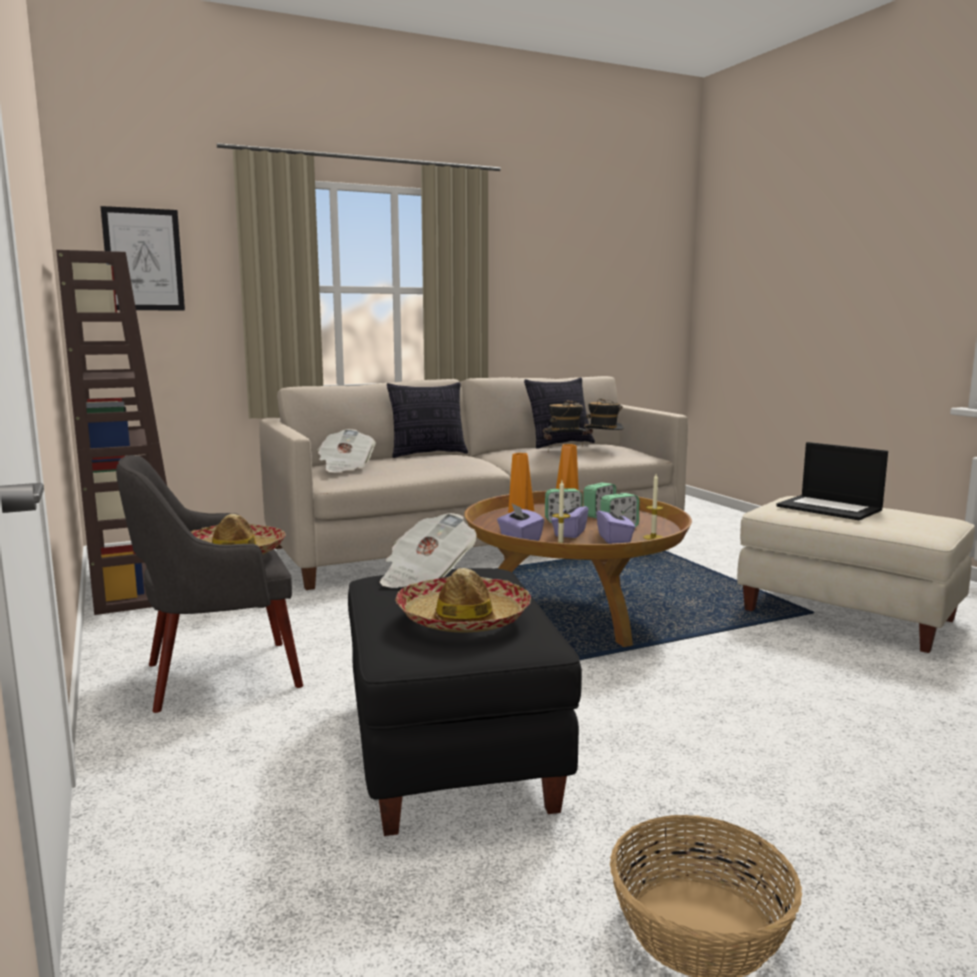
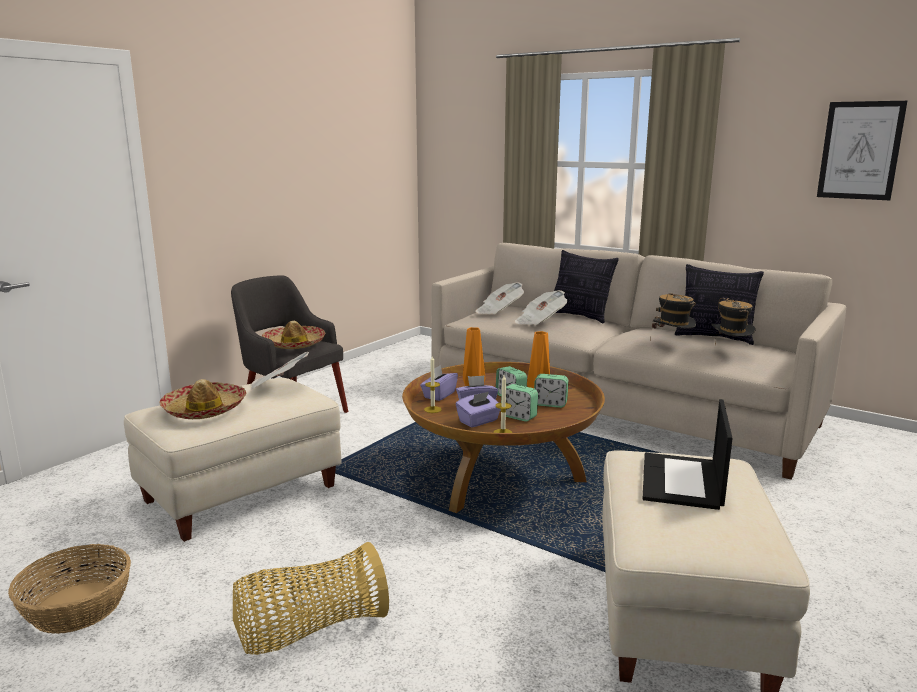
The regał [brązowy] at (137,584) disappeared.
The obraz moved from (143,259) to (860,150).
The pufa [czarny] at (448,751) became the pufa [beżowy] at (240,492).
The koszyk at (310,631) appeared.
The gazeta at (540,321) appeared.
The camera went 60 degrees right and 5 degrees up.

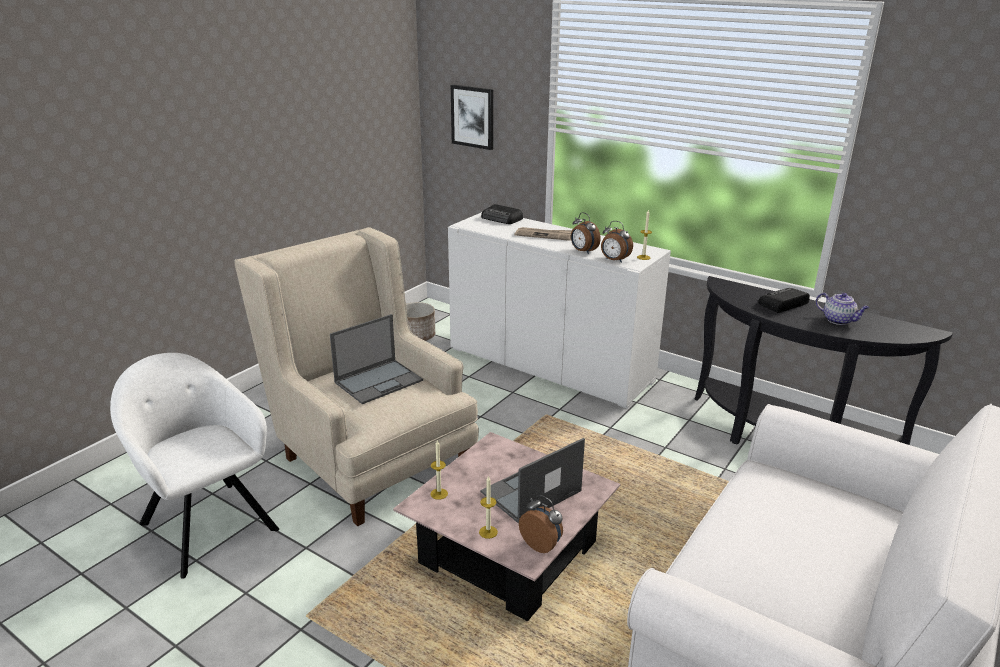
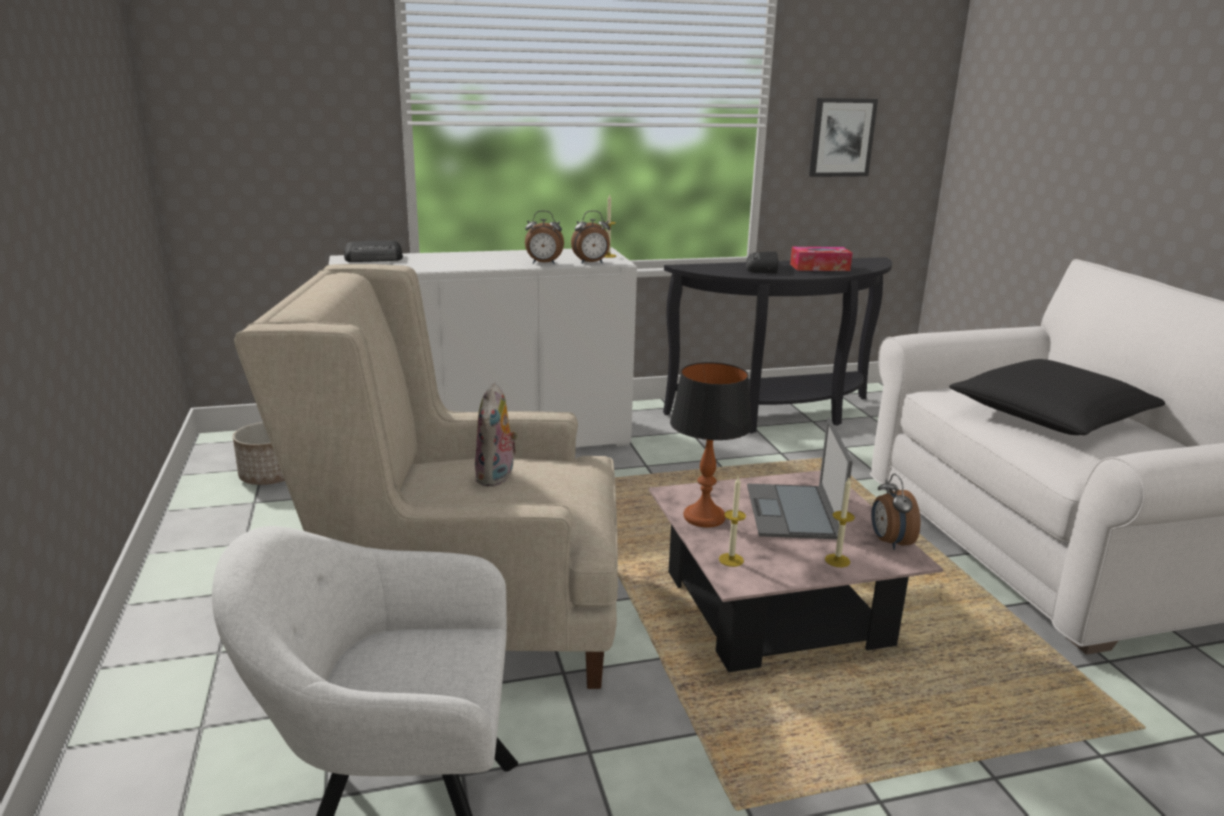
The laptop at (379,381) was replaced by the pluszak at (497,477).
The obraz moved from (473,116) to (842,137).
The gazeta at (545,235) disappeared.
The budzik at (542,544) turned 90 degrees counterclockwise.
The imbryk at (839,320) was replaced by the pudełko chusteczek at (819,267).
The lampa stołowa at (704,517) appeared.
The poduszka [czarny] at (1051,415) appeared.
The camera went 50 degrees left and 5 degrees down.

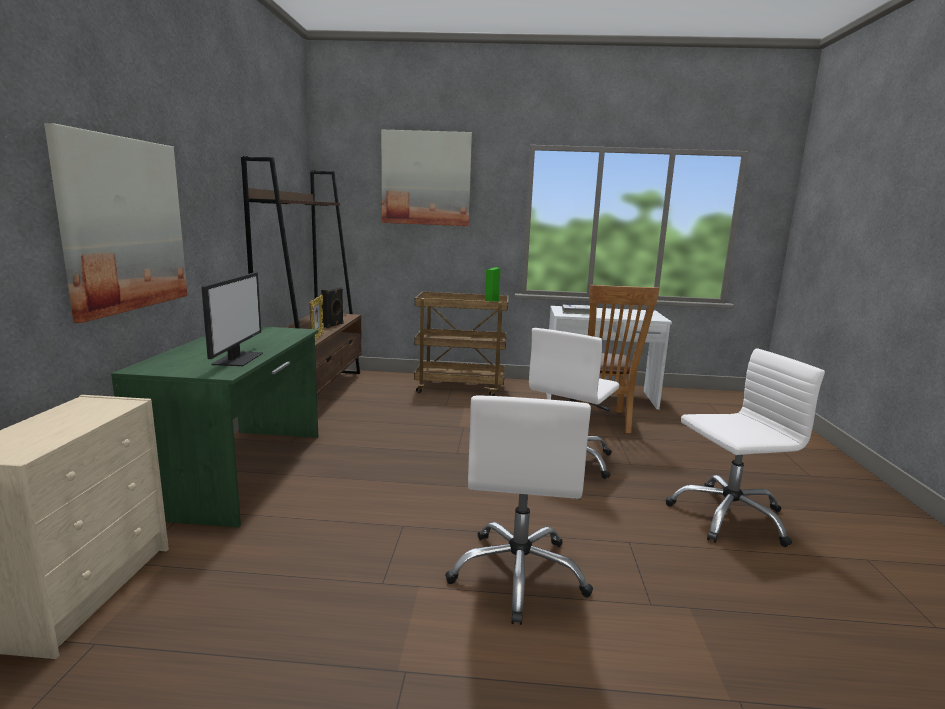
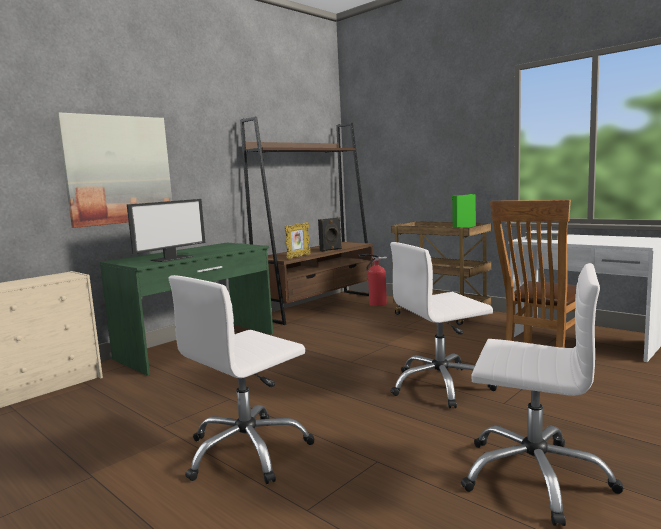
The obraz at (426,178) disappeared.
The gaśnica at (375,304) appeared.
The camera went 40 degrees right and 5 degrees down.

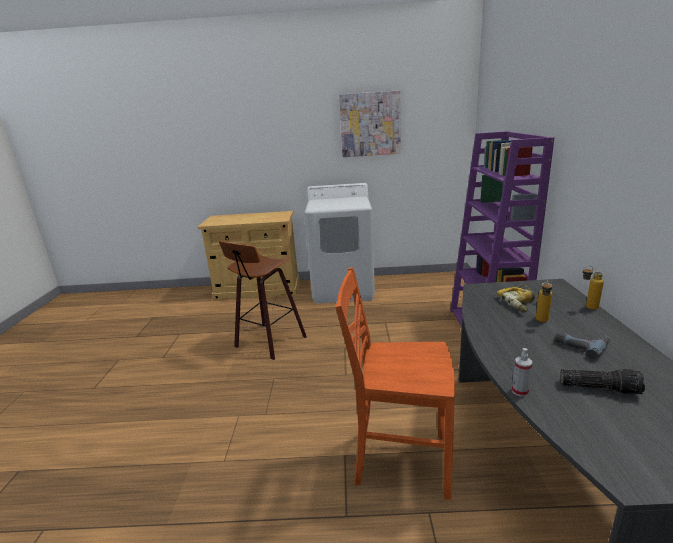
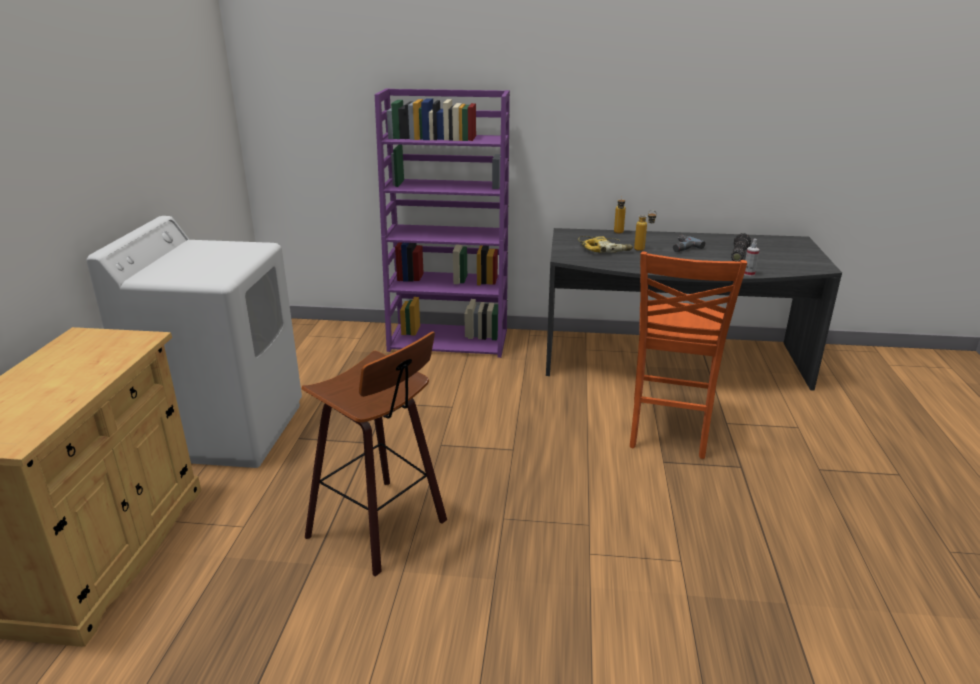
The obraz at (370,124) disappeared.
The camera went 85 degrees left and 5 degrees up.

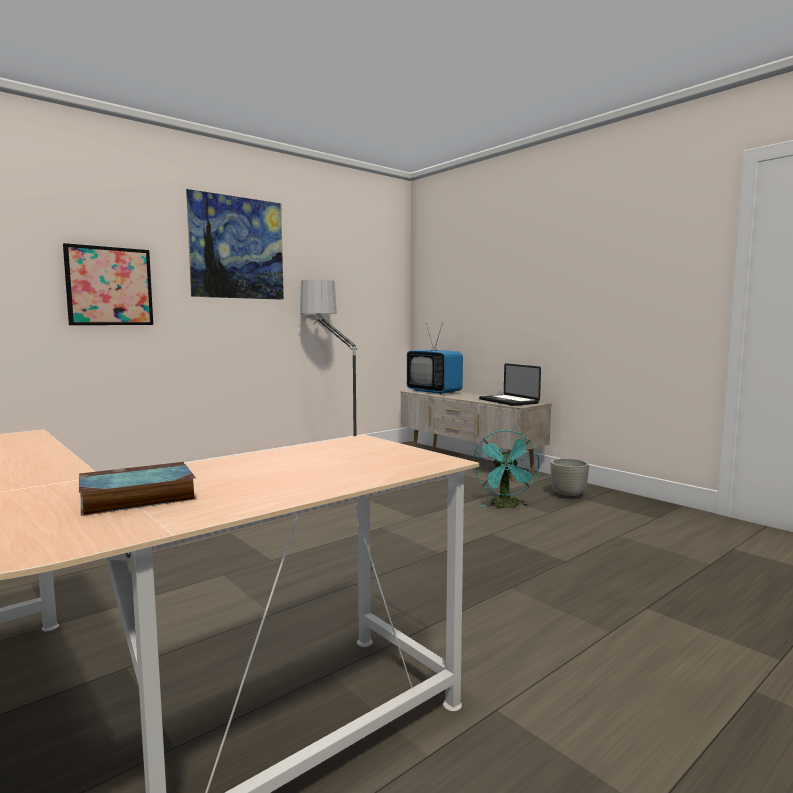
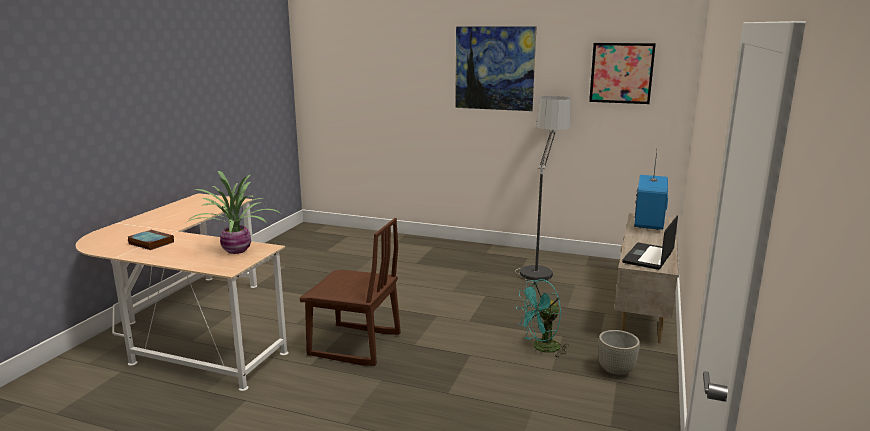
The obraz moved from (109,286) to (621,73).
The roślina doniczkowa at (236,251) appeared.
The krzesło [brązowy] at (354,345) appeared.
The camera went 60 degrees right and 10 degrees up.

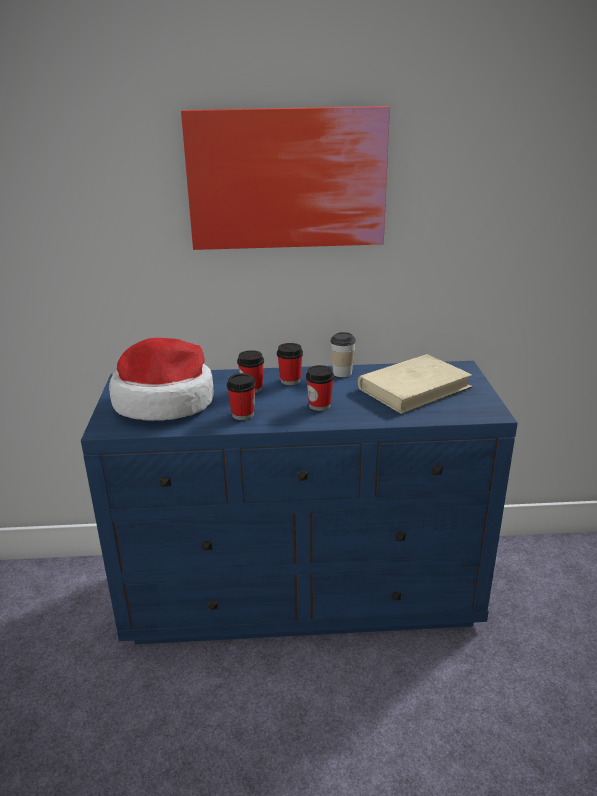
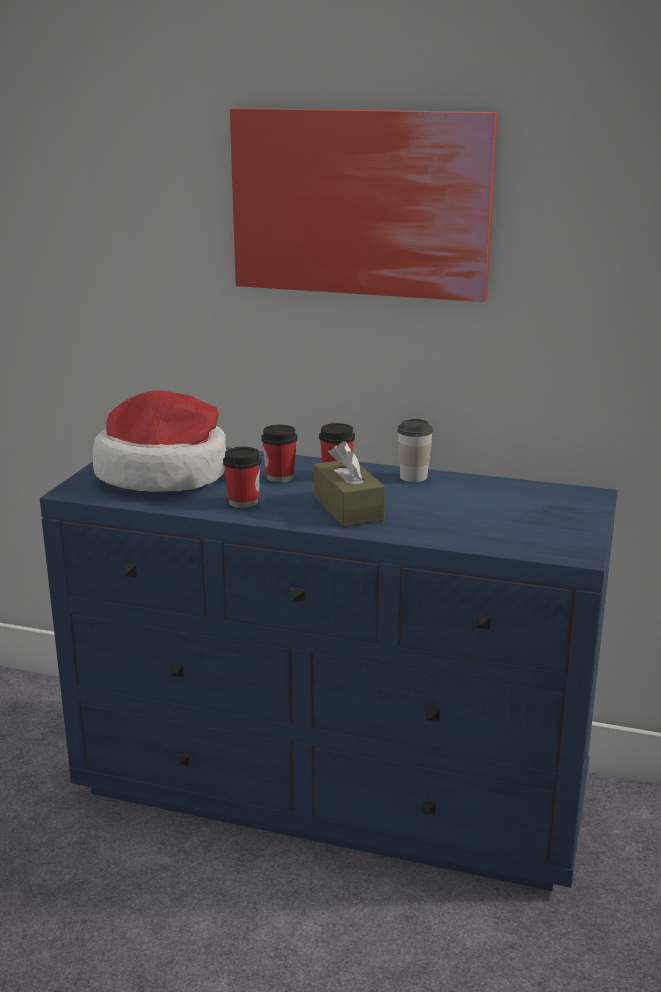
The filiżanka at (319,405) was replaced by the pudełko chusteczek [brązowy] at (348,508).
The książka [beżowy] at (414,388) disappeared.
The camera went 20 degrees right and 5 degrees down.

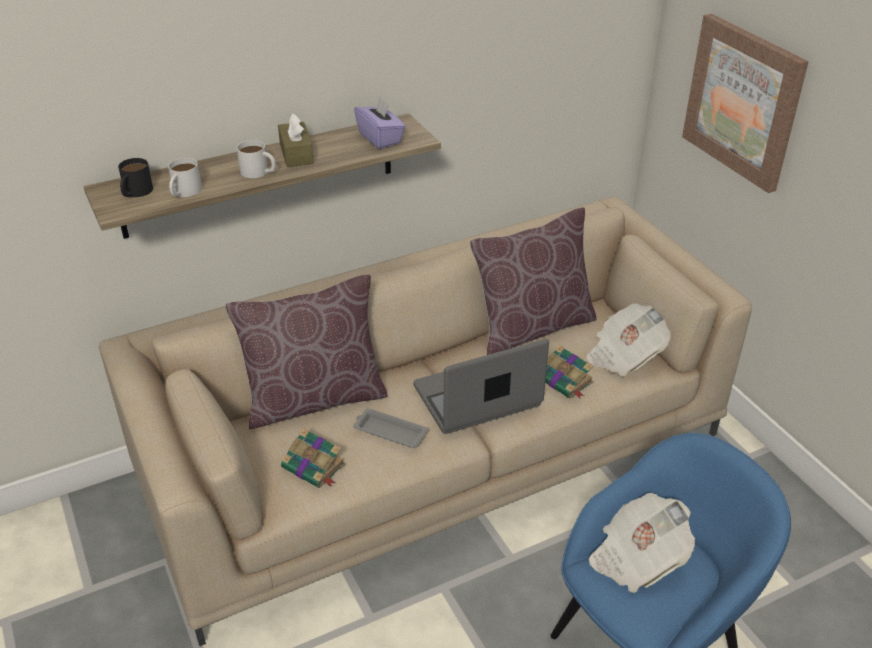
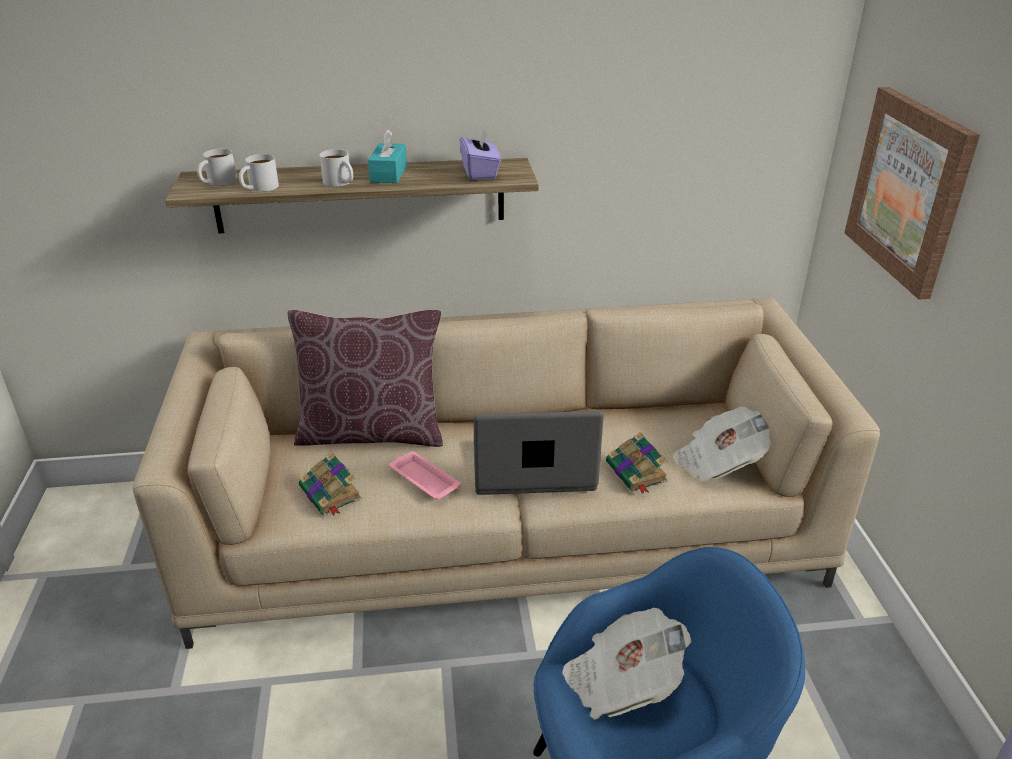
The kubek [czarny] at (135,193) became the kubek [biały] at (217,182).
The pudełko chusteczek [brązowy] at (296,154) became the pudełko chusteczek [turkusowy] at (388,173).
The taca [szary] at (389,432) became the taca [różowy] at (423,479).
The poduszka [brązowy] at (532,327) disappeared.
The camera went 20 degrees right and 5 degrees down.

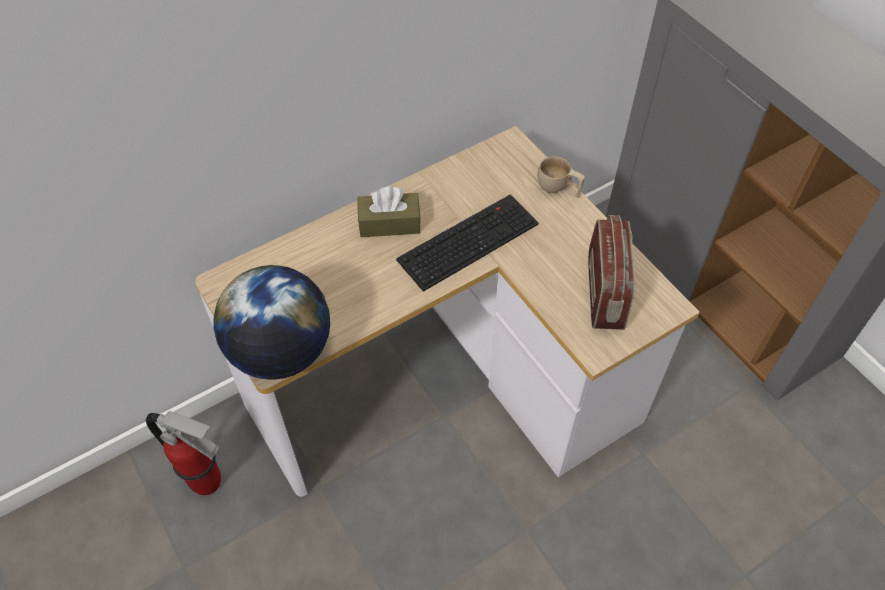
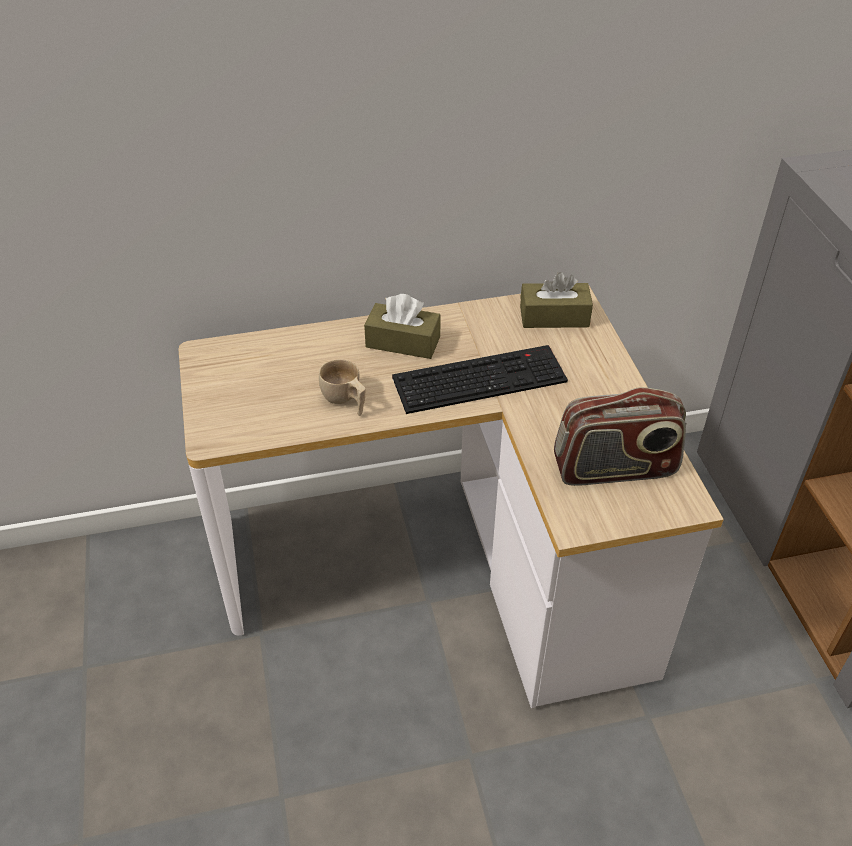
The gaśnica at (207,482) disappeared.
The globus at (281,352) disappeared.
The filiżanka [beżowy] moved from (558,189) to (345,401).
The radio at (605,293) turned 60 degrees clockwise.
The pudełko chusteczek [brązowy] at (554,316) appeared.
The camera went 20 degrees right and 10 degrees down.

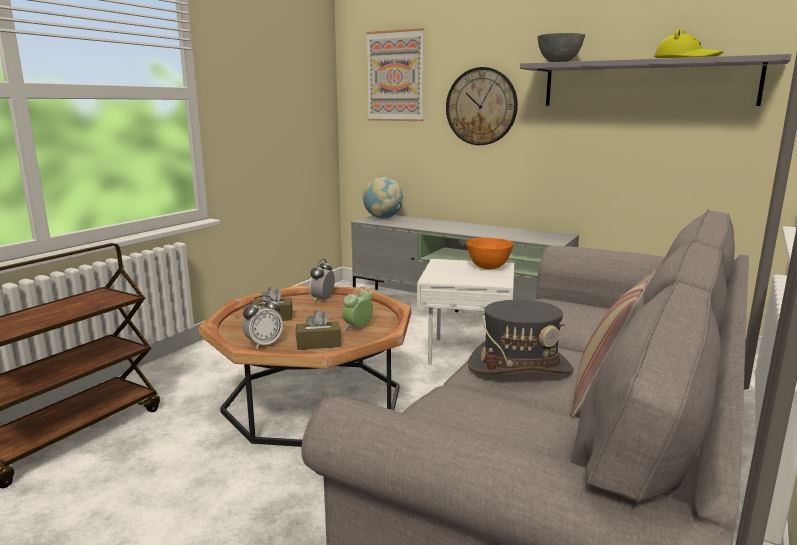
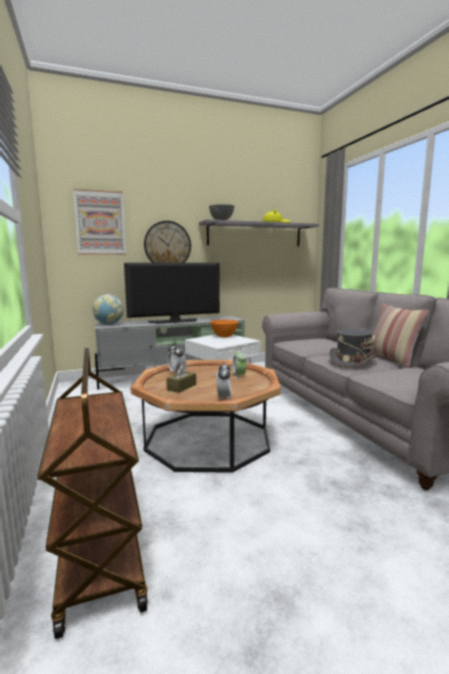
The pudełko chusteczek [brązowy] at (318,344) disappeared.
The telewizor at (175,321) appeared.
The camera went 50 degrees left and 5 degrees down.

